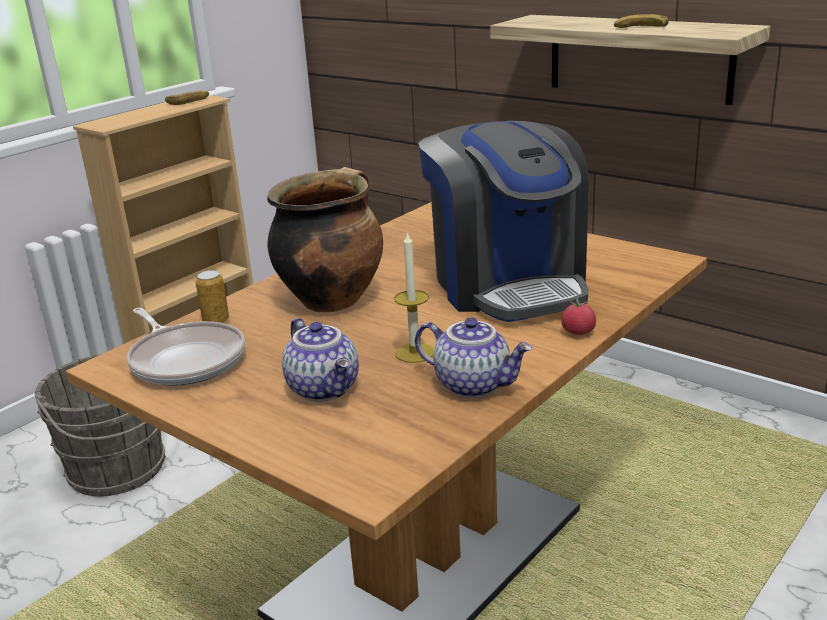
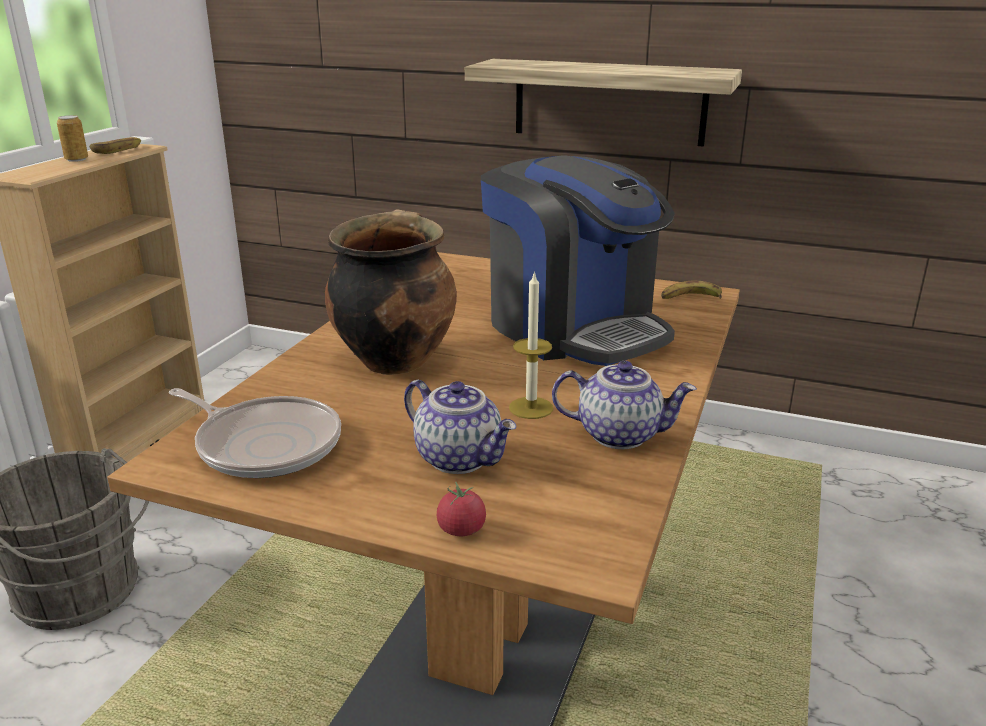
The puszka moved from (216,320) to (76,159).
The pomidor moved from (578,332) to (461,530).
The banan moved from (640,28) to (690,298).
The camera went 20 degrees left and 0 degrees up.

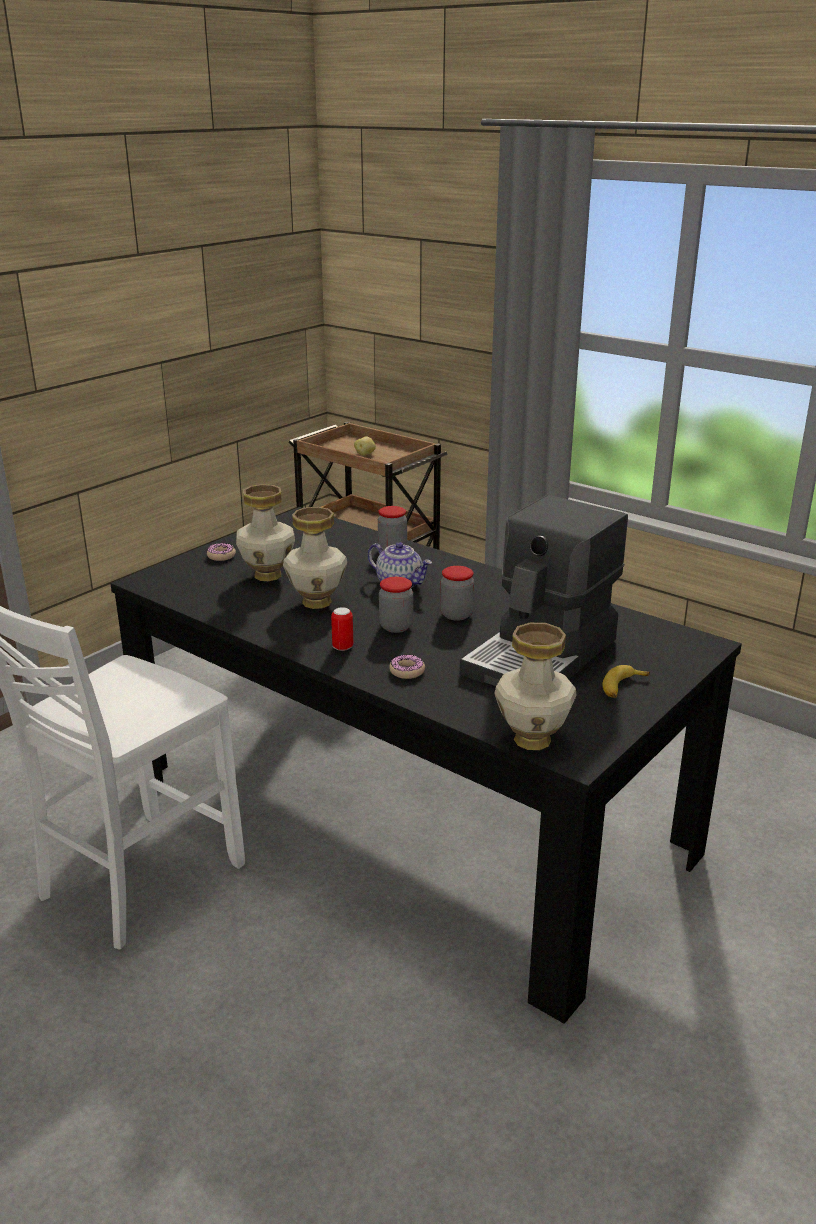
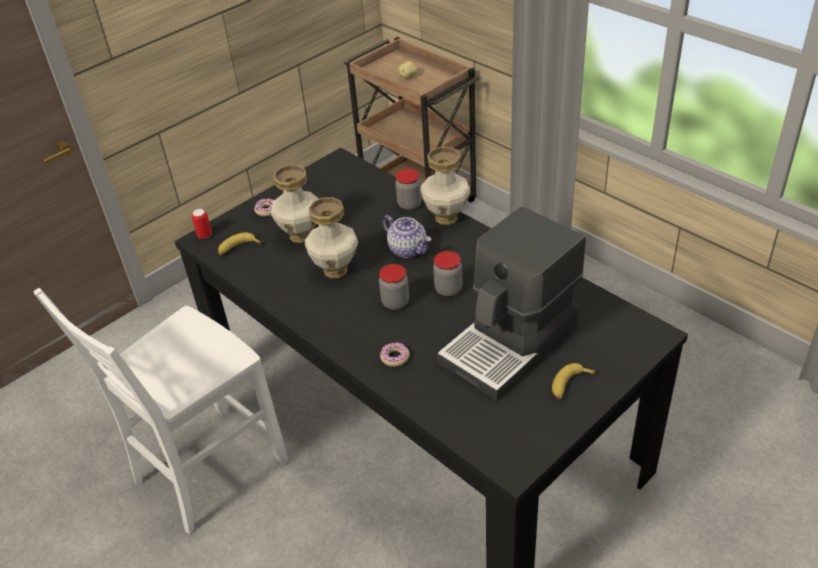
The puszka moved from (342,647) to (205,235).
The wazon moved from (531,740) to (445,217).
The banan at (238,248) appeared.
The camera went 10 degrees right and 15 degrees up.

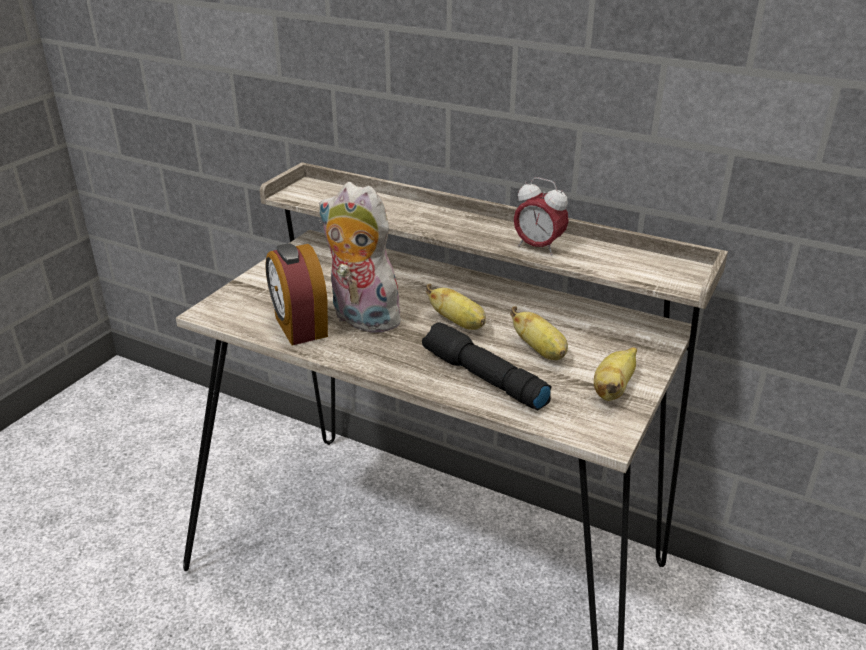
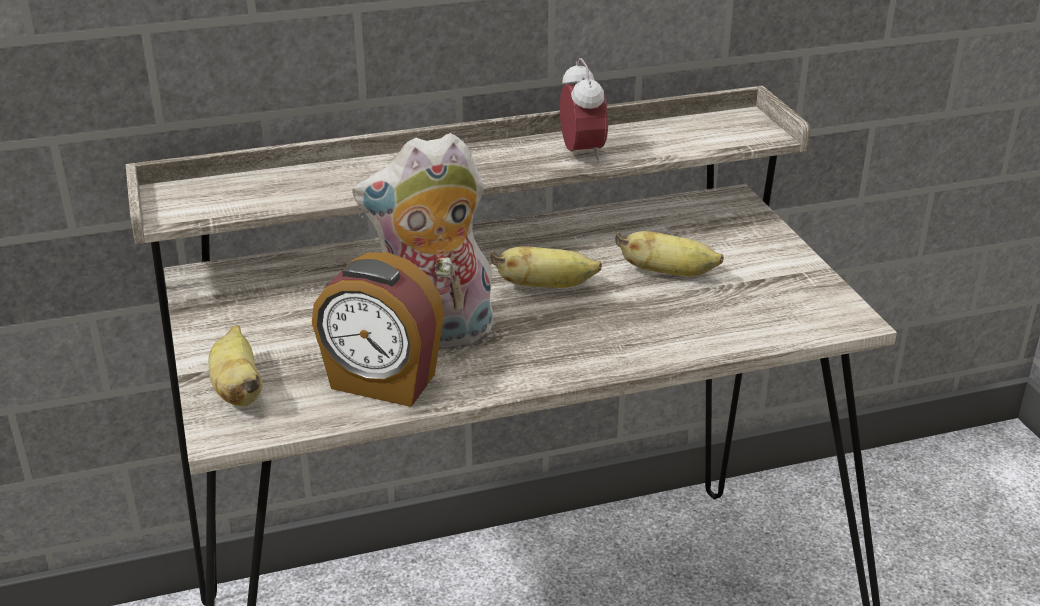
The latarka [czarny] at (482,378) disappeared.
The budzik at (538,247) turned 90 degrees counterclockwise.
The banan moved from (613,389) to (238,389).
The camera went 45 degrees left and 0 degrees up.

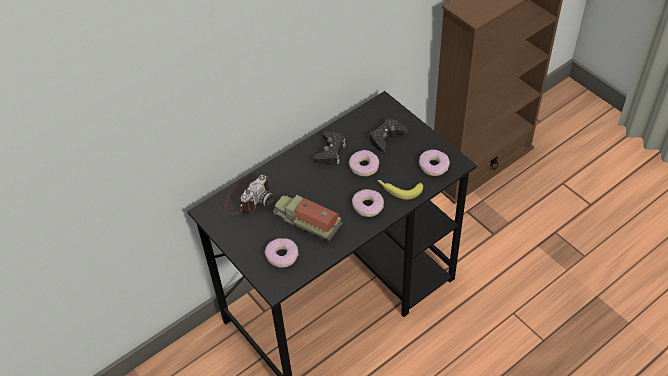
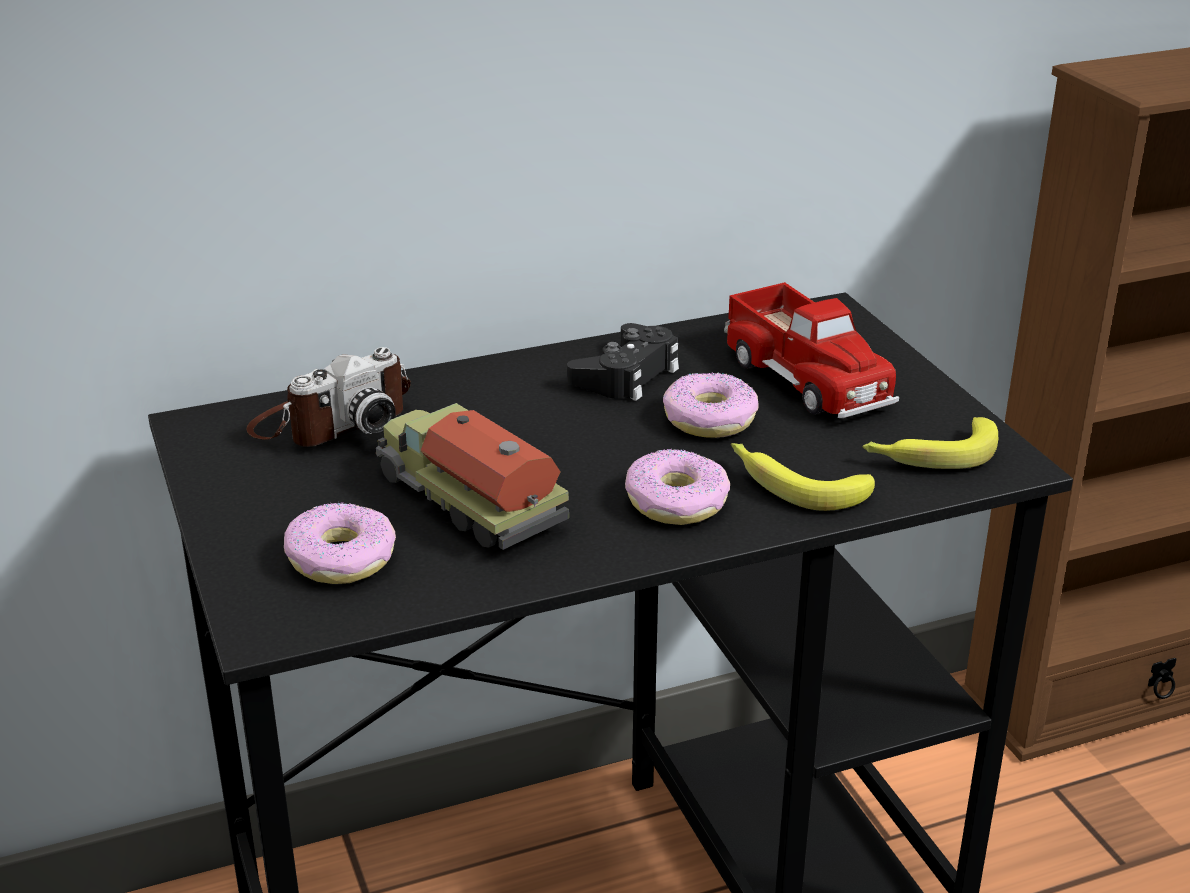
The pad do gier [czarny] at (386,138) was replaced by the ciężarówka zabawkowa at (807,376).
The donut at (434,166) was replaced by the banan at (930,455).
The camera went 15 degrees right and 20 degrees down.

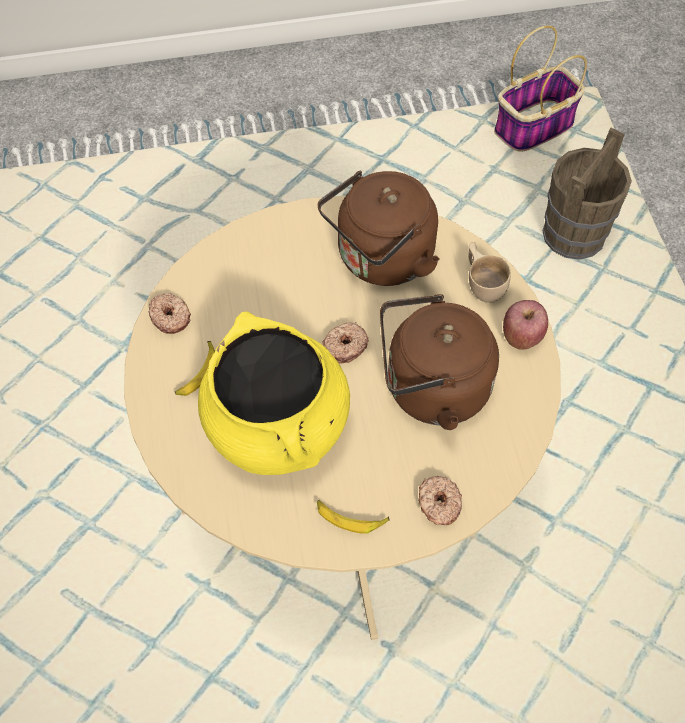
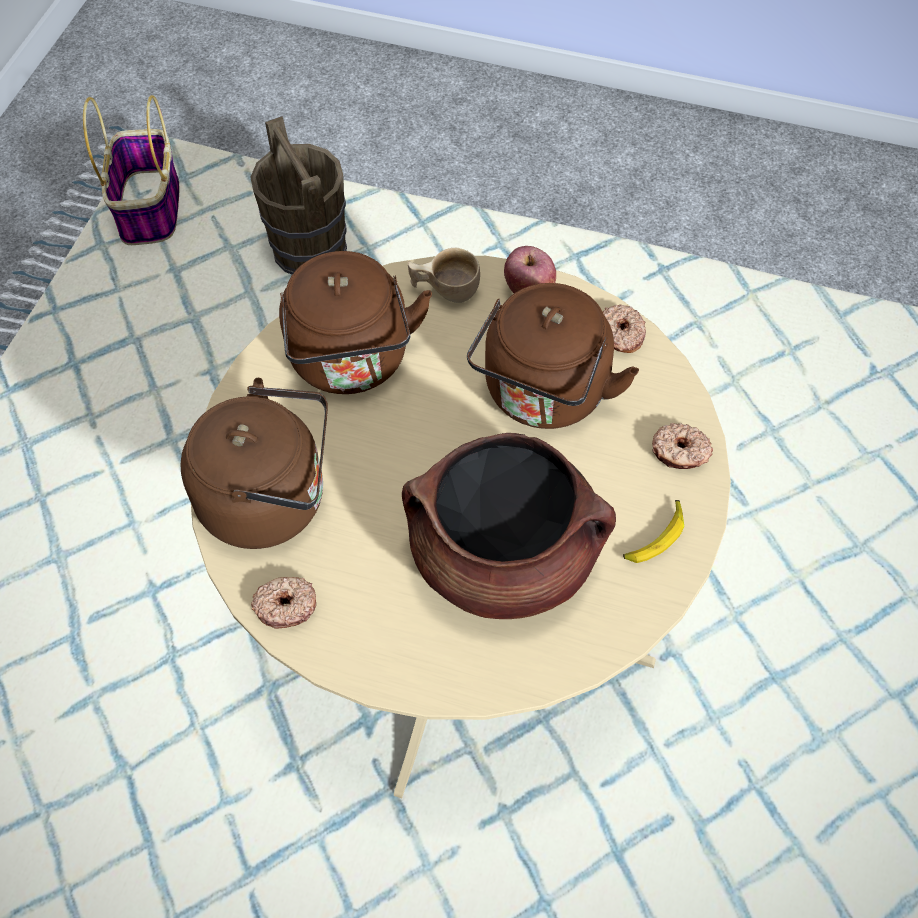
The banan at (198,373) disappeared.
The garnek [żółty] at (277,426) became the garnek [brązowy] at (505,557).
The donut moved from (344,346) to (620,334).
The czajnik [brązowy] at (272,499) appeared.
The camera went 60 degrees left and 0 degrees up.

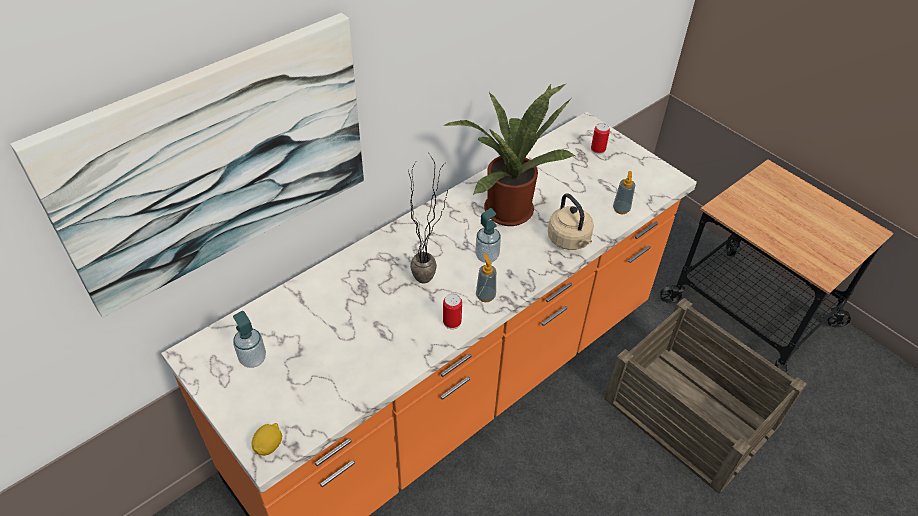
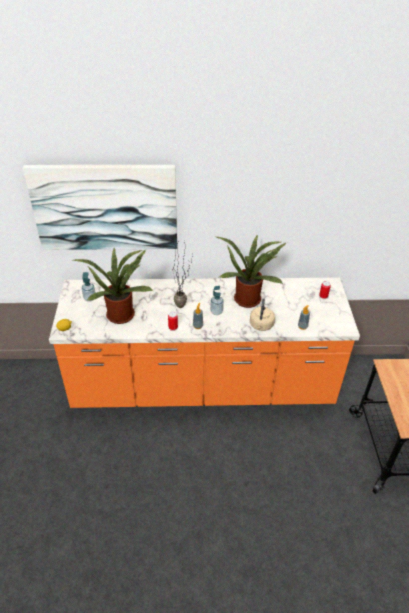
The skrzynka at (691,413) disappeared.
The roślina doniczkowa at (121,313) appeared.
The camera went 40 degrees right and 5 degrees down.

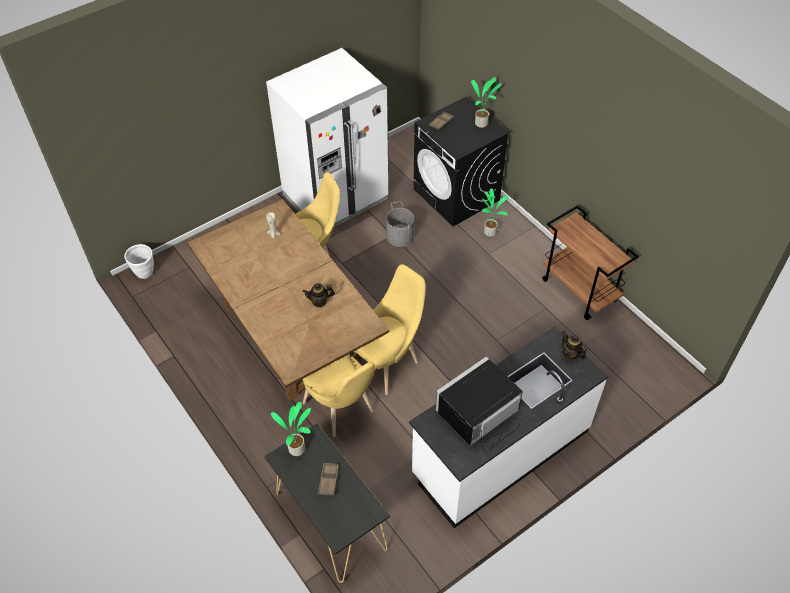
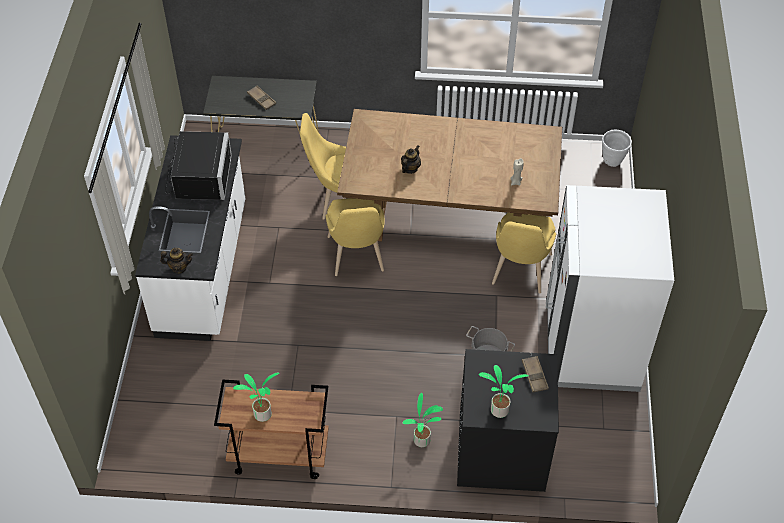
The roślina doniczkowa moved from (298,448) to (262,415).
The camera went 130 degrees right and 0 degrees up.

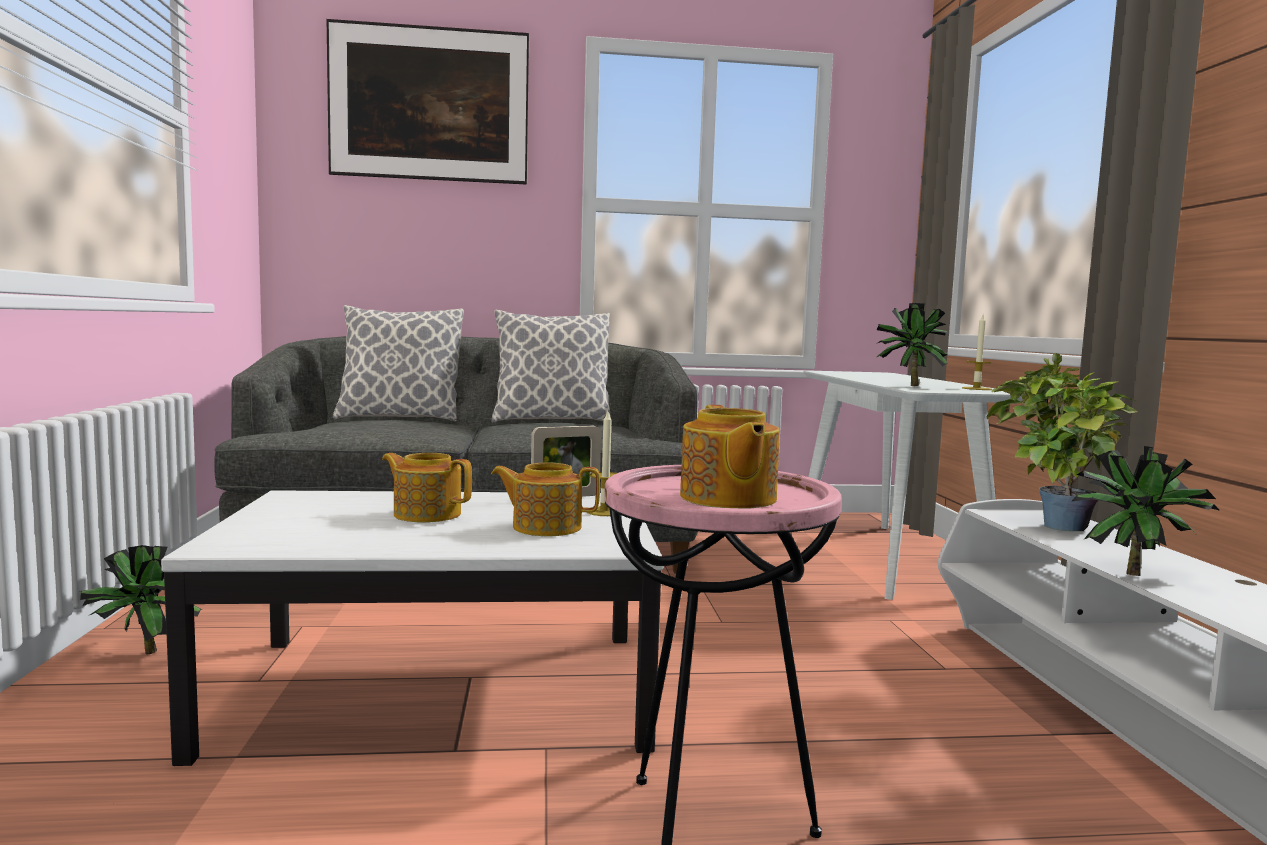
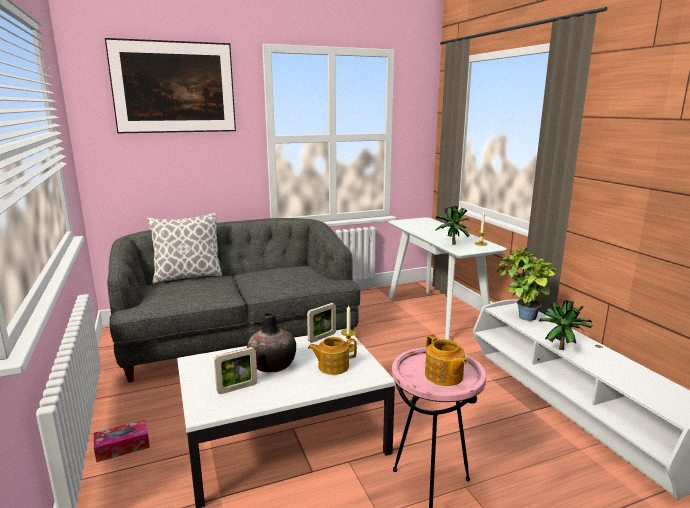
The roślina doniczkowa at (142,653) was replaced by the pudełko chusteczek at (122,447).
The imbryk at (426,514) was replaced by the wazon at (272,365).
The poduszka at (551,421) disappeared.
The ramka na zdjęcie at (237,388) appeared.
The camera went 15 degrees left and 10 degrees up.

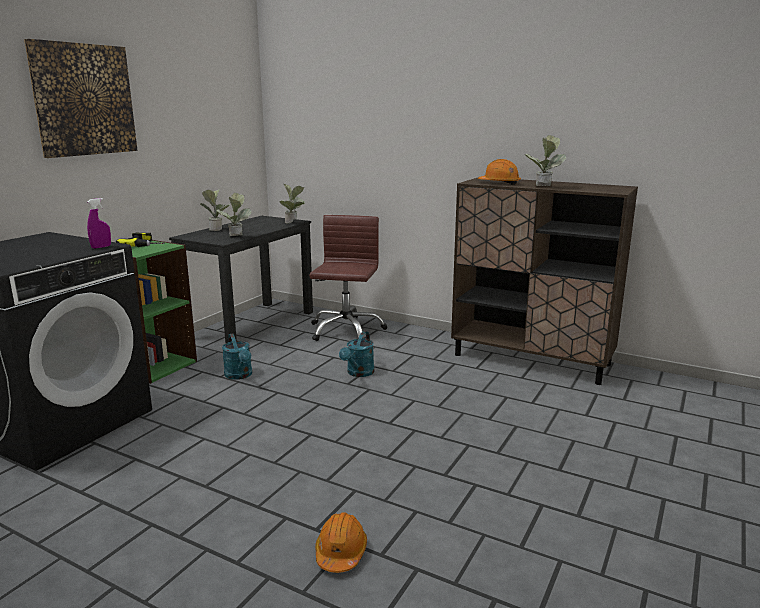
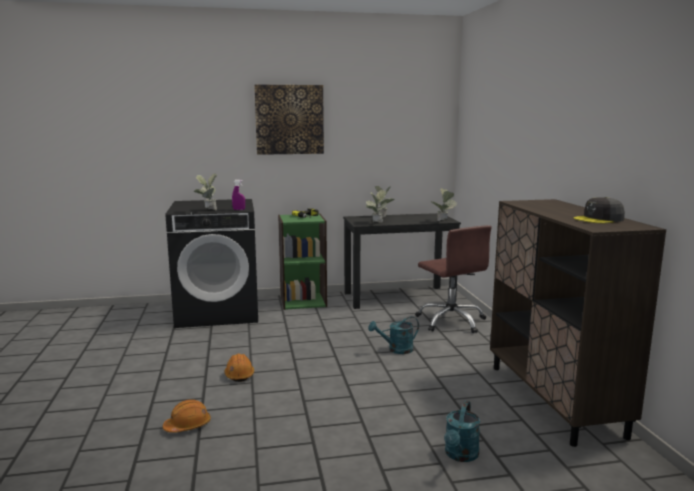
The konewka [turkusowy] moved from (240,376) to (460,455).
The krzesło biurowe [brązowy] at (346,330) turned 90 degrees clockwise.
The kask [pomarańczowy] moved from (499,183) to (239,375).
The roślina doniczkowa moved from (543,187) to (208,210).
The czapka z daszkiem [szary] at (599,219) appeared.
The camera went 50 degrees right and 5 degrees down.

